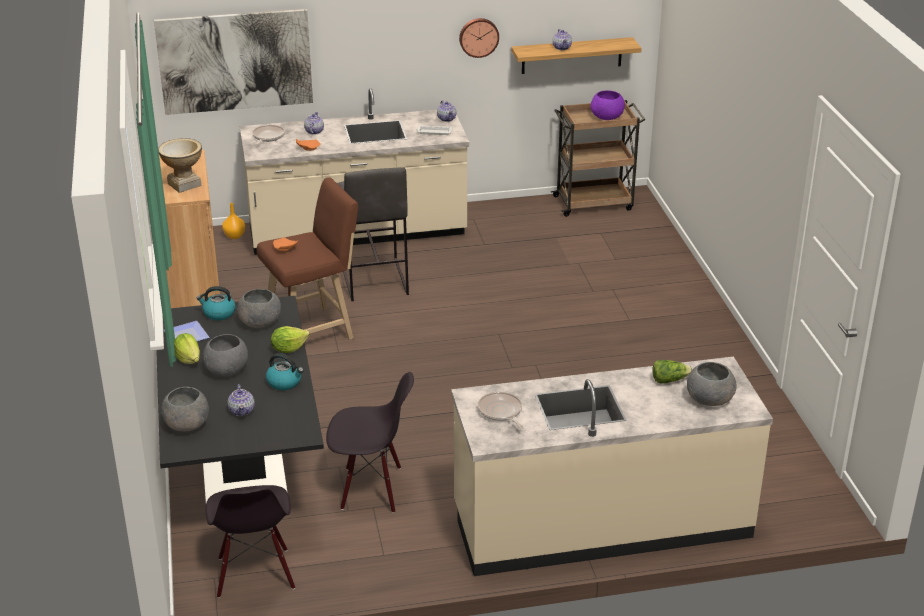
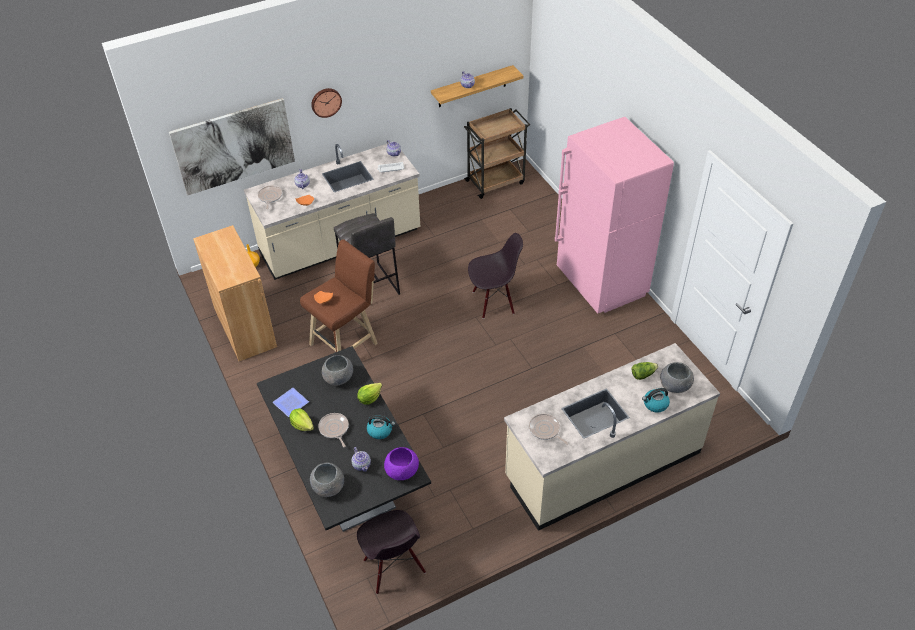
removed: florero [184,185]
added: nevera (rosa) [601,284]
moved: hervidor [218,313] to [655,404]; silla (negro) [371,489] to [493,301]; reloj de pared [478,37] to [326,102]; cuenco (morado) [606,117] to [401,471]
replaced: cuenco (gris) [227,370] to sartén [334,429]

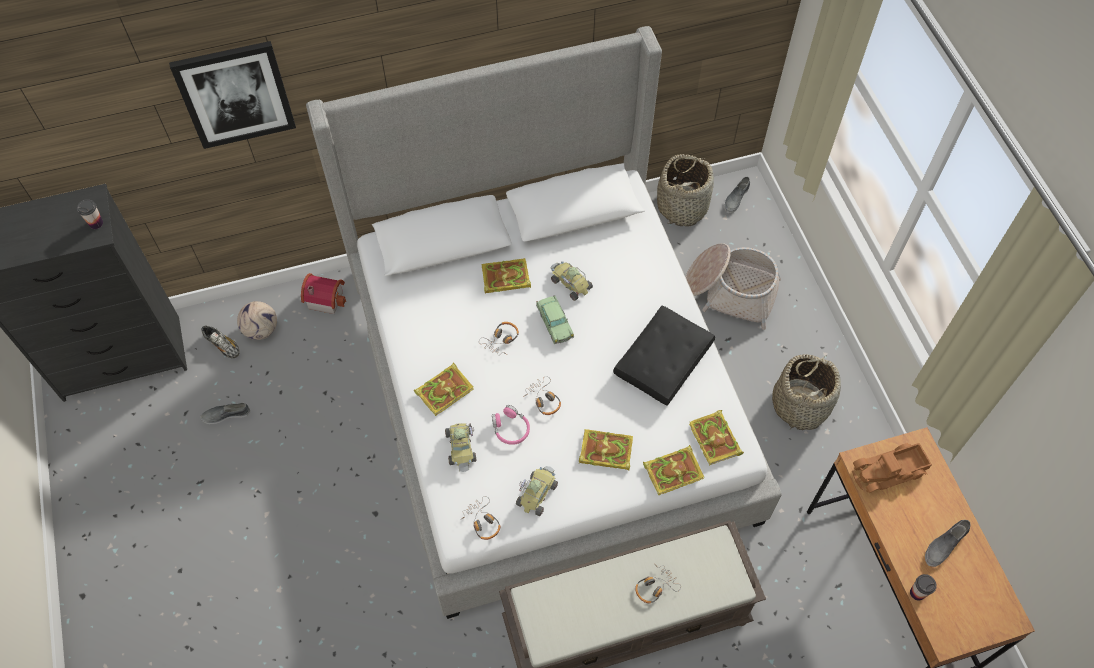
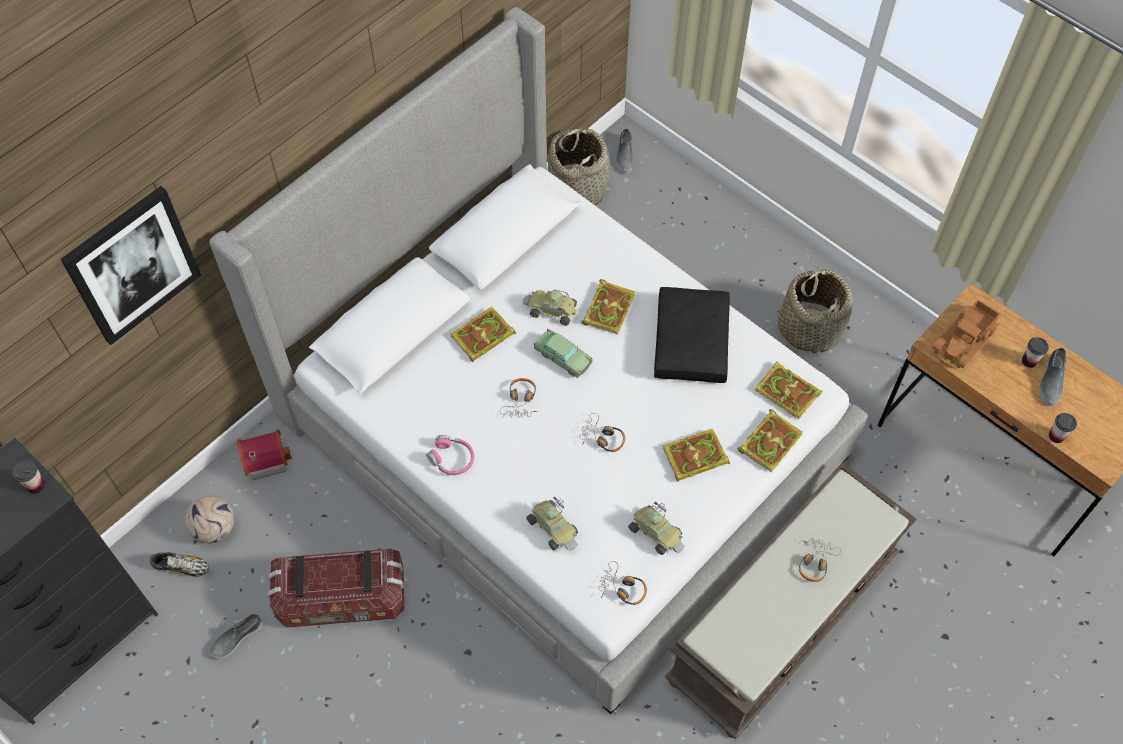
removed: cesta [730,291]
added: caja de almacenaje [342,599]; taza [1029,361]
moved: libro [445,389] to [608,308]; auriculares (rosa) [510,429] to [452,459]
turned: coche de juguete [536,493] = [656,532] 135 degrees clockwise

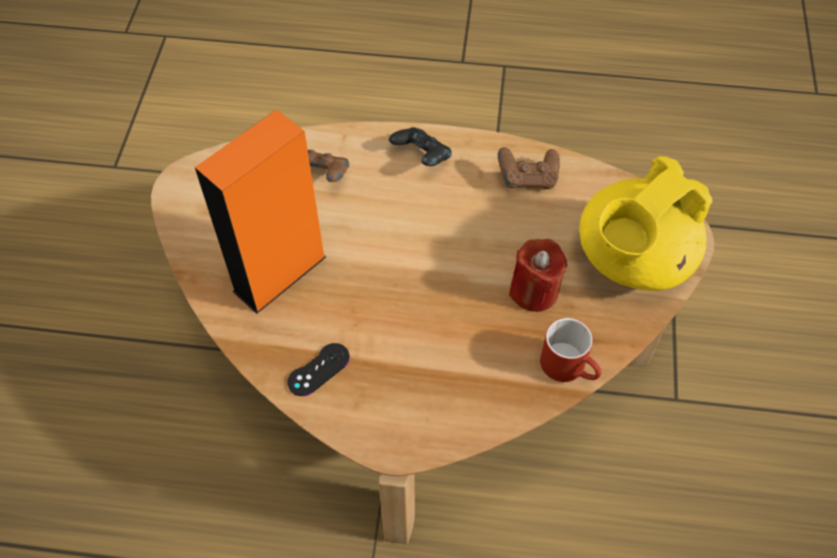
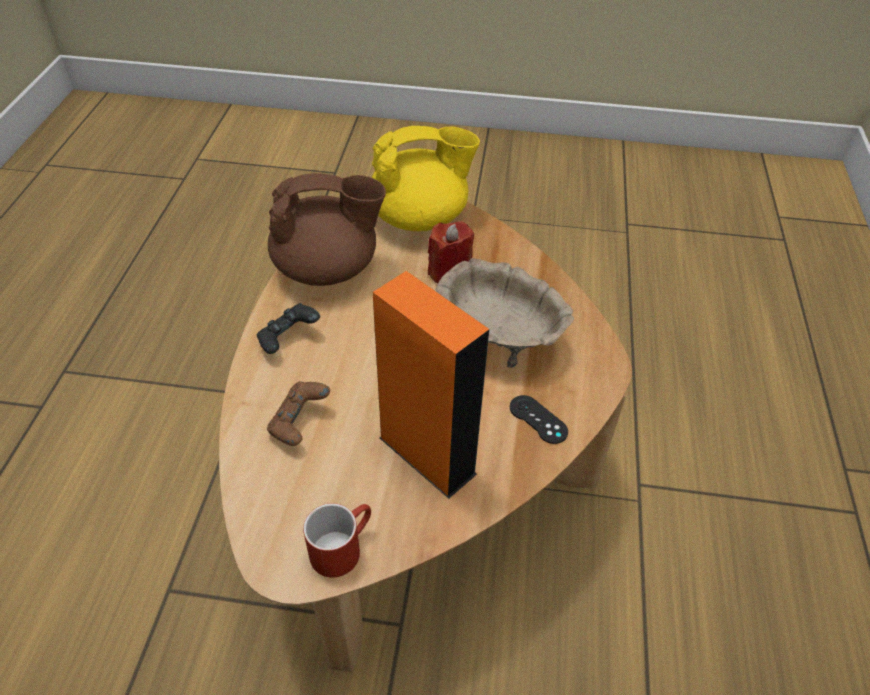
added: cuenco (beis) [500,335]
moved: taza grande (rojo) [570,367] to [342,546]
replaced: mando de consola (marrón) [527,179] to tetera (marrón) [328,269]
turned: tetera (amarillo) [632,259] = [420,218] 60 degrees counterclockwise

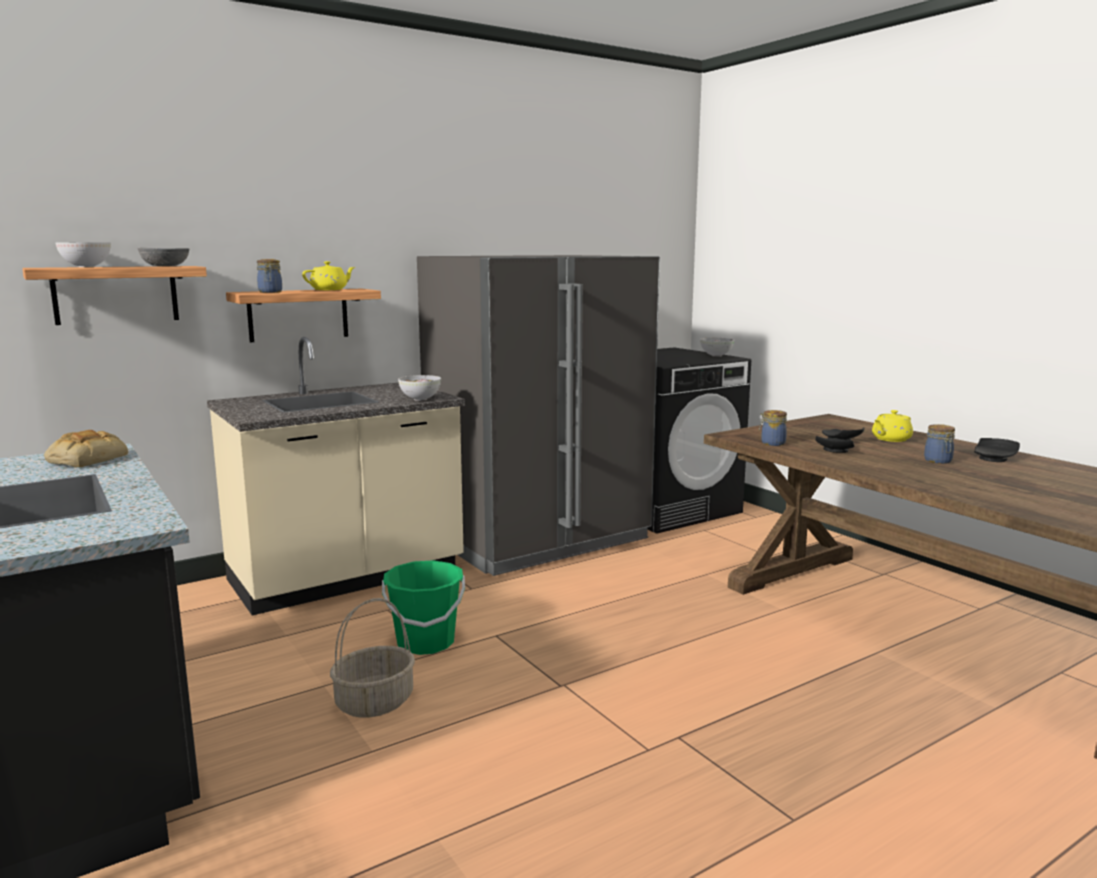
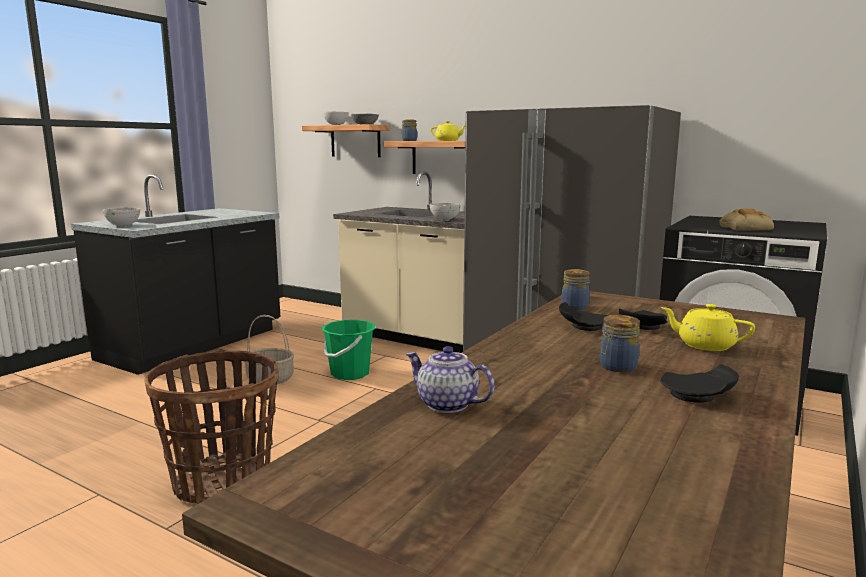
added: cesta [223,482]; tetera [446,404]
moved: pan [87,459] to [745,228]; cuenco [716,355] to [123,226]

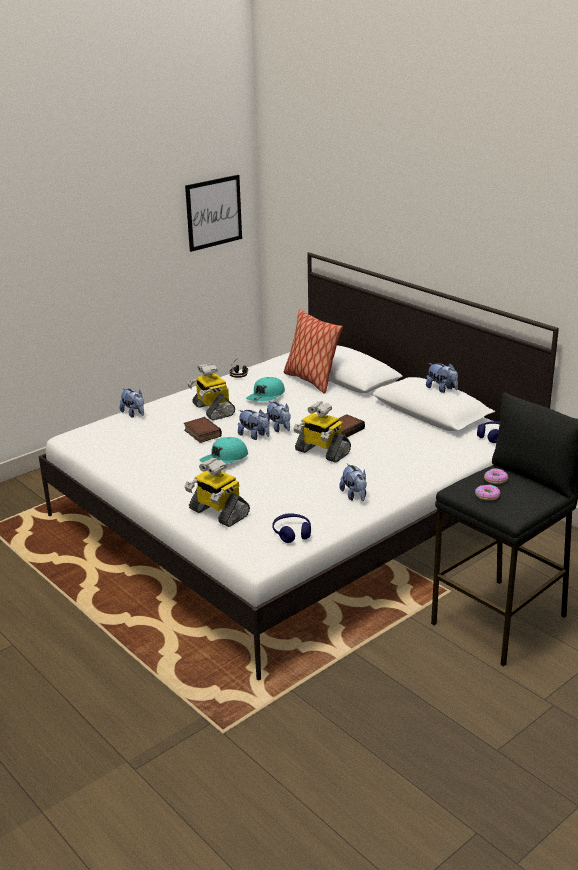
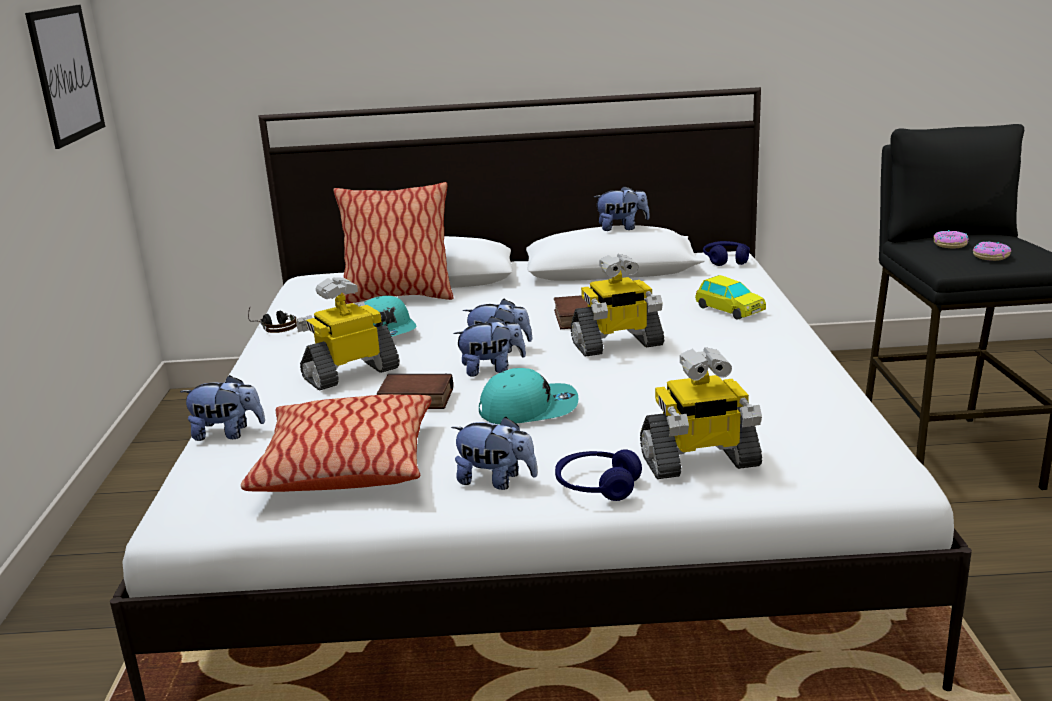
added: cojín [346,465]; coche de juguete [730,310]
moved: auriculares (azul) [292,533] to [597,486]; peluche [354,496] to [496,481]
turned: robot de juguete [212,410] = [350,373] 135 degrees clockwise; gorra (turquesa) [225,459] = [528,408] 90 degrees counterclockwise

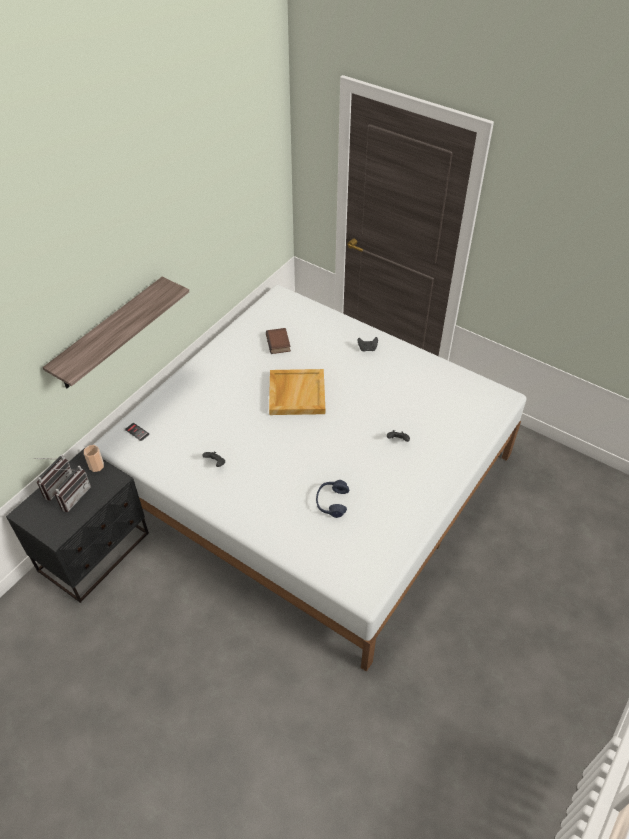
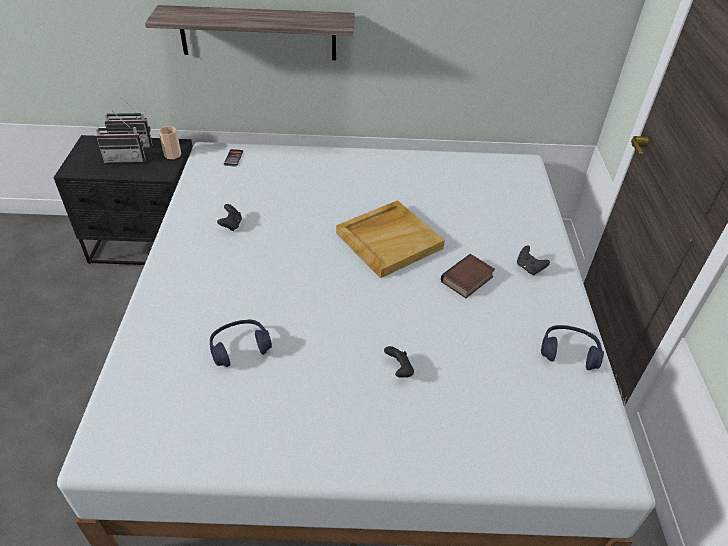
added: auriculares (azul) [569,352]
moved: libro [279,343] to [467,280]

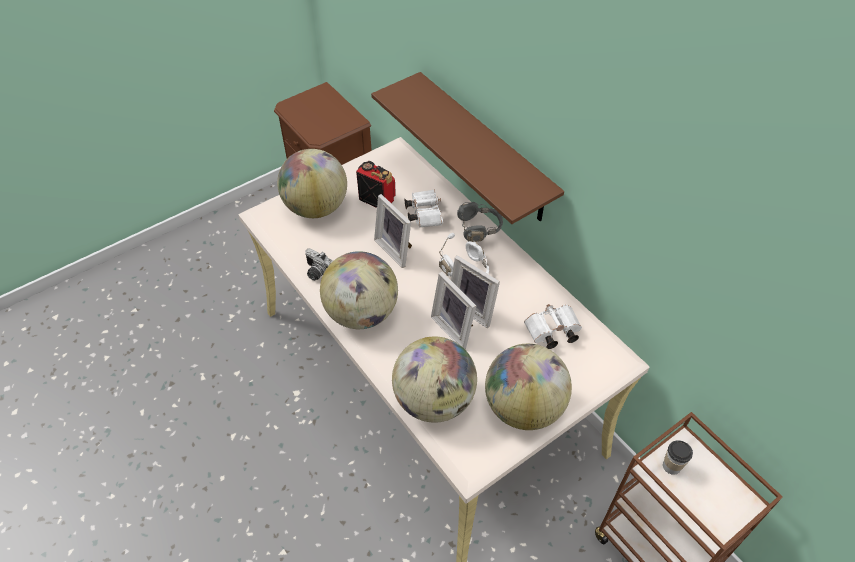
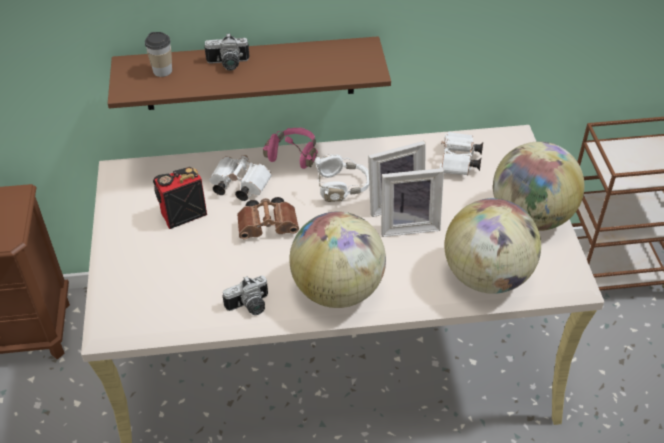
removed: globo terráqueo [316,207]
added: cámara [228,64]
moved: taza [671,466] to [162,71]
replaced: portarretratos [396,249] to prismáticos (marrón) [269,227]
recoloured: auriculares (gris) [479,228] to auriculares (rosa) [294,155]

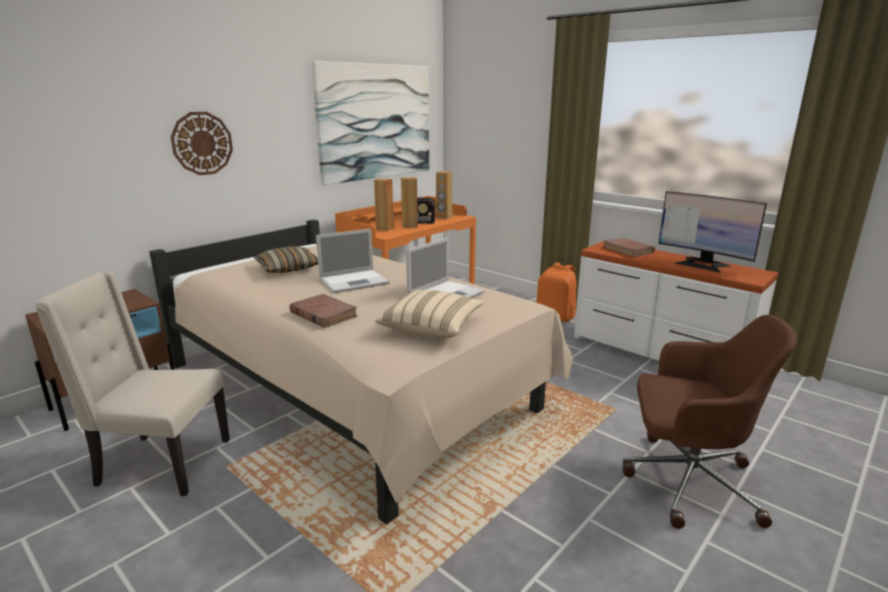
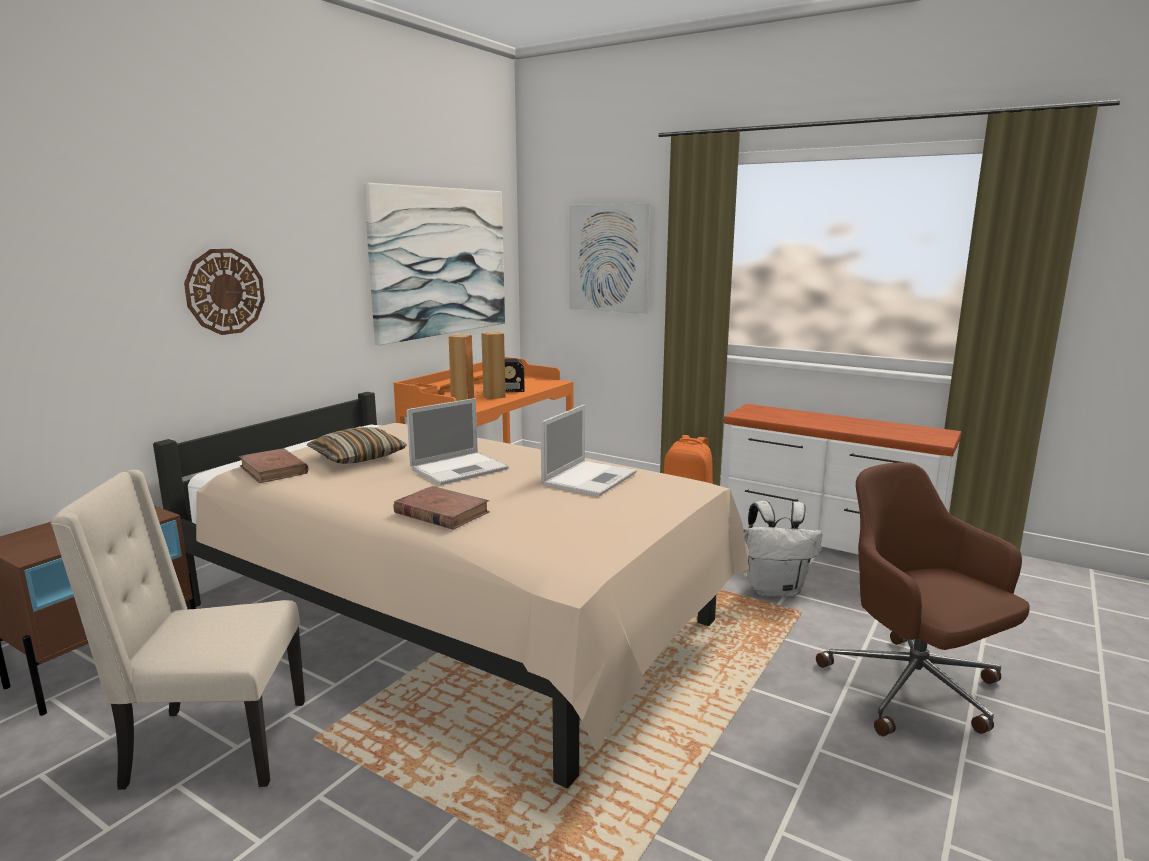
removed: cojín (beis) [431,327]; altavoz (marrón) [444,217]; monitor [702,264]
added: cuadro [608,258]; mochila (blanco) [775,589]
moved: libro (marrón) [628,250] to [273,470]
turned: silla de oficina (marrón) [687,481] = [915,690] 120 degrees counterclockwise

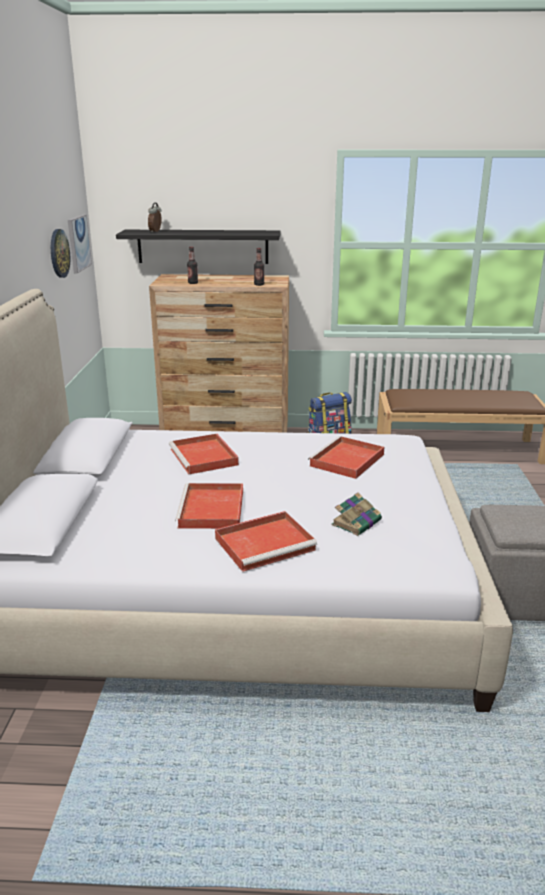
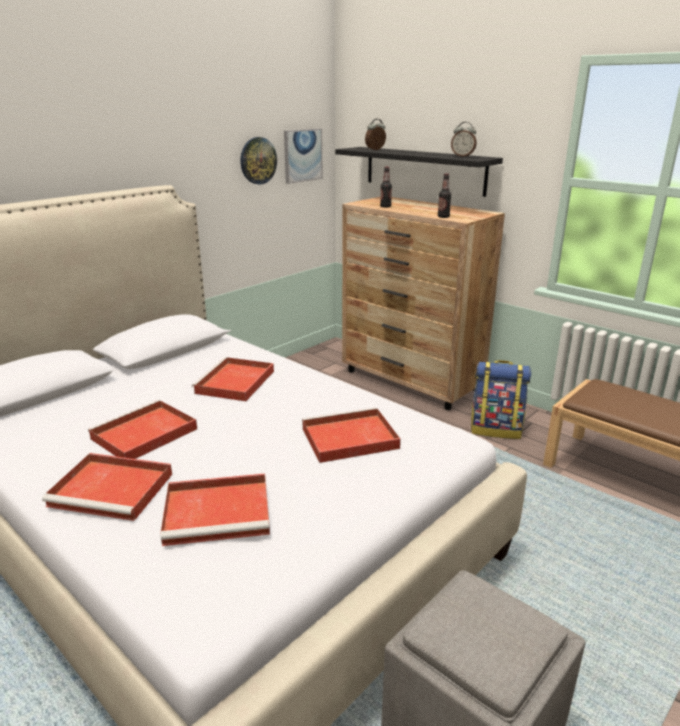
added: despertador [462,156]
replaced: libro [357,522] to bandeja (rojo) [220,512]

